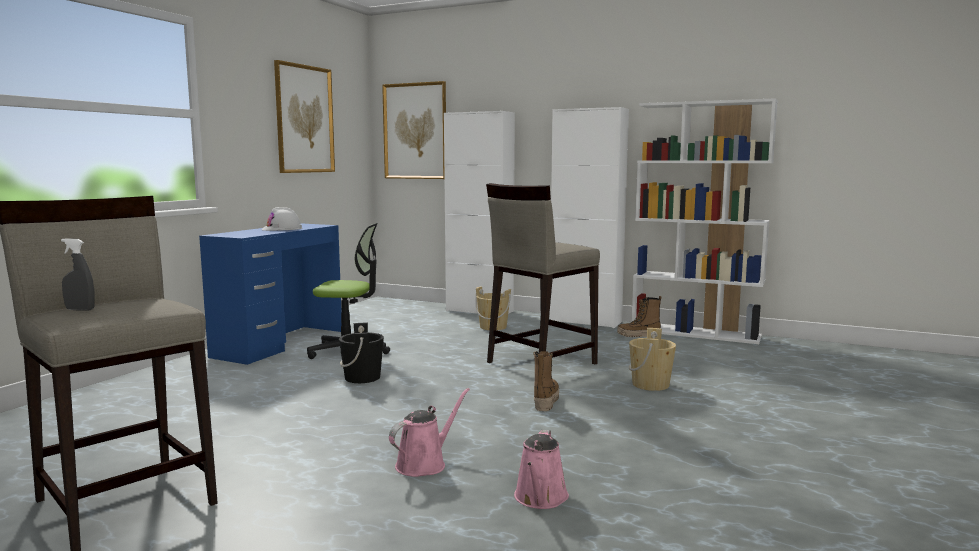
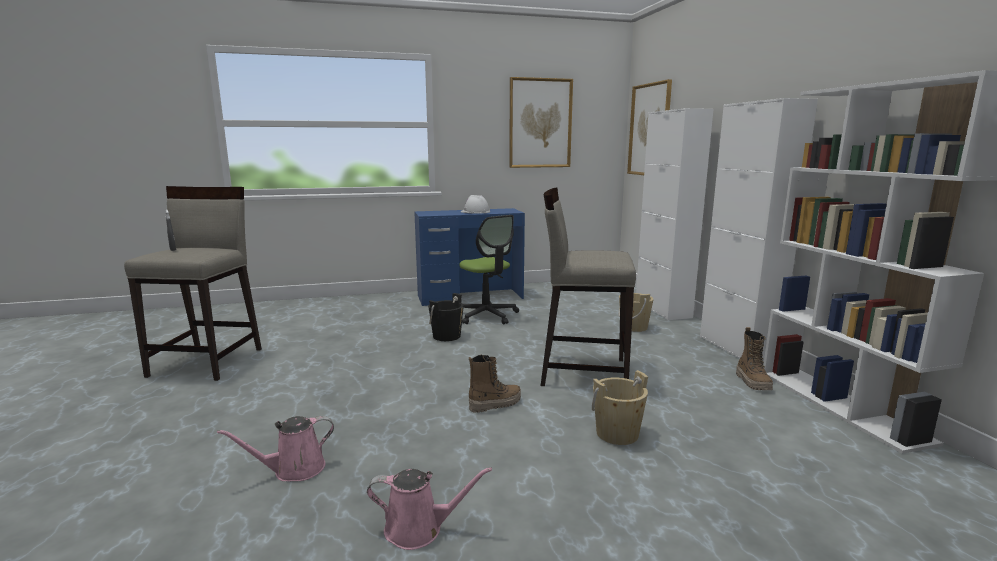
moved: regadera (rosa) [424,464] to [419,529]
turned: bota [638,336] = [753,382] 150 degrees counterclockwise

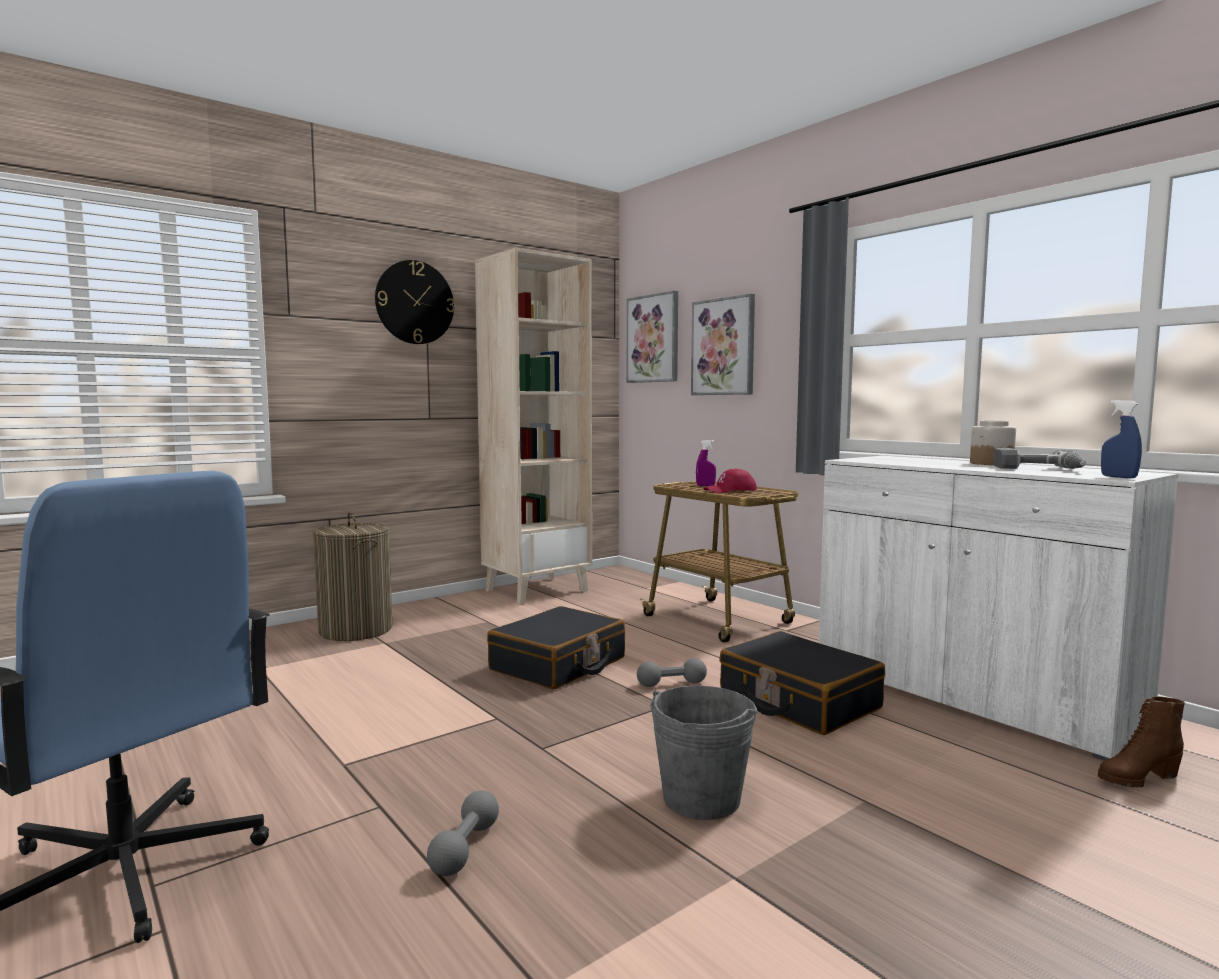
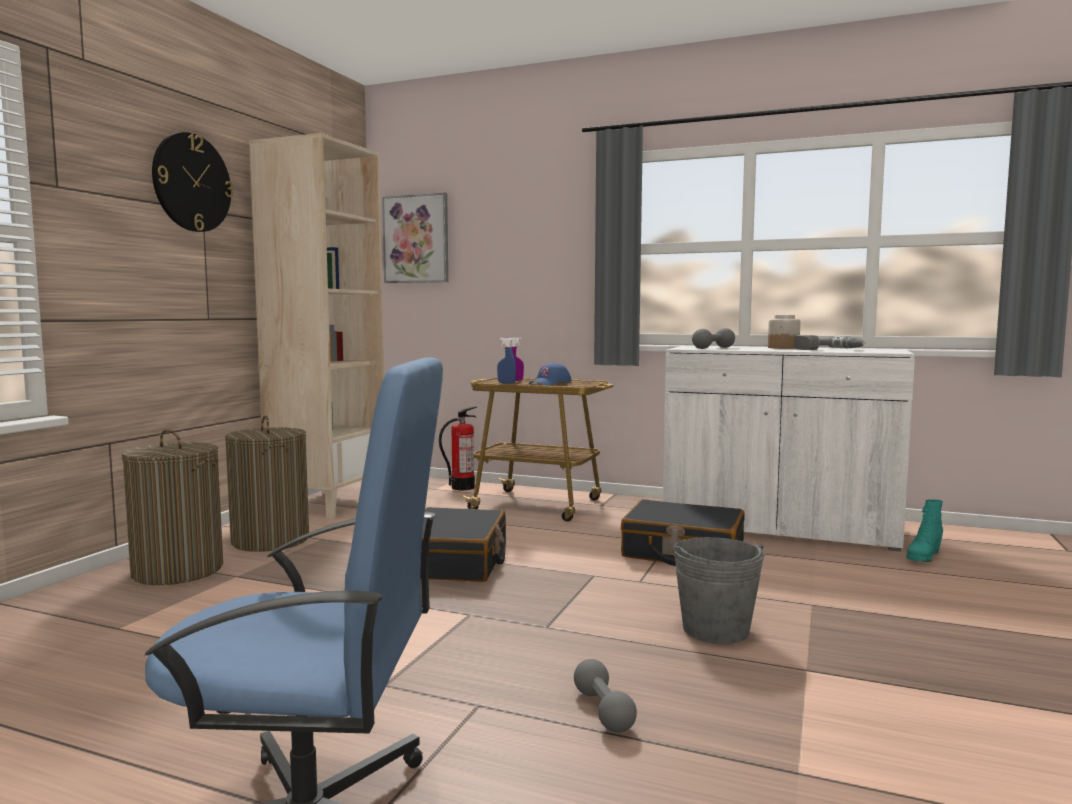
removed: cuadro [723,347]
added: cesto de la ropa [270,540]; extintor [462,487]
moved: mancuerna (gris) [671,684] to [713,348]; pulverizador (azul) [1119,477] to [506,383]
recoloured: gorra (rojo) [730,490] to gorra (azul) [550,383]; bota (marrón) [1137,778] to bota (turquesa) [923,557]

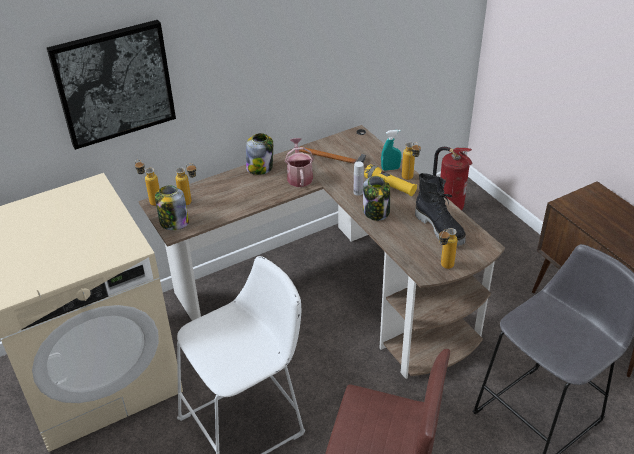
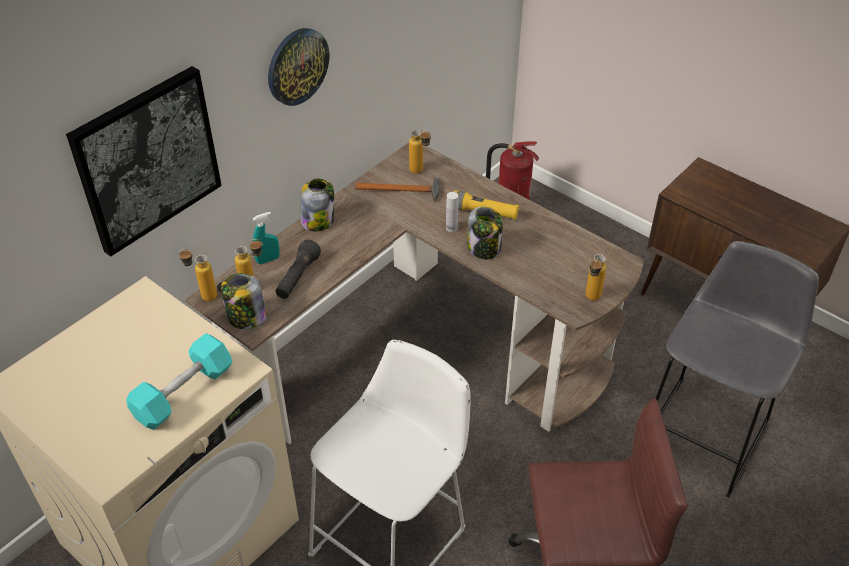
removed: regadera [299,176]; bota (negro) [440,228]
added: mancuerna (turquesa) [183,393]; reloj de pared [297,66]; linterna (negro) [298,277]
moved: pulverizador (turquesa) [390,169] to [268,260]; botella [410,179] to [420,172]

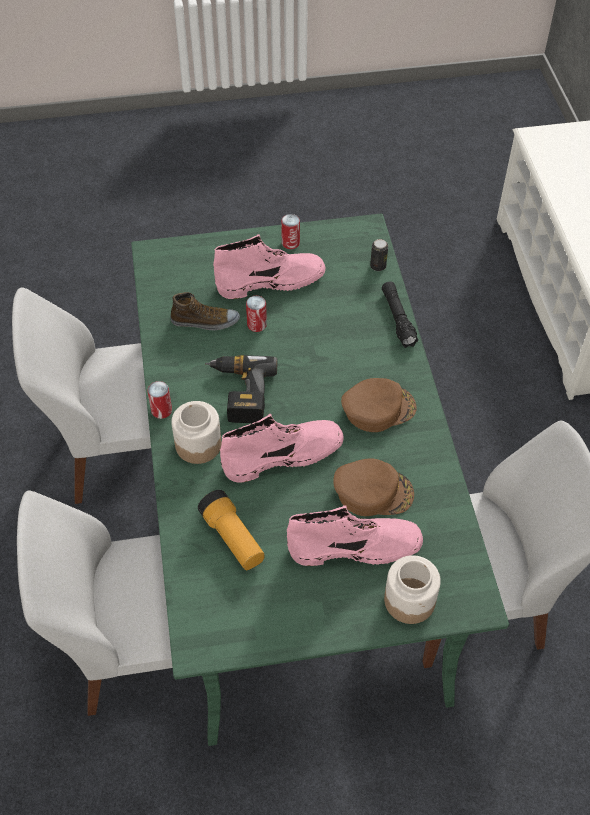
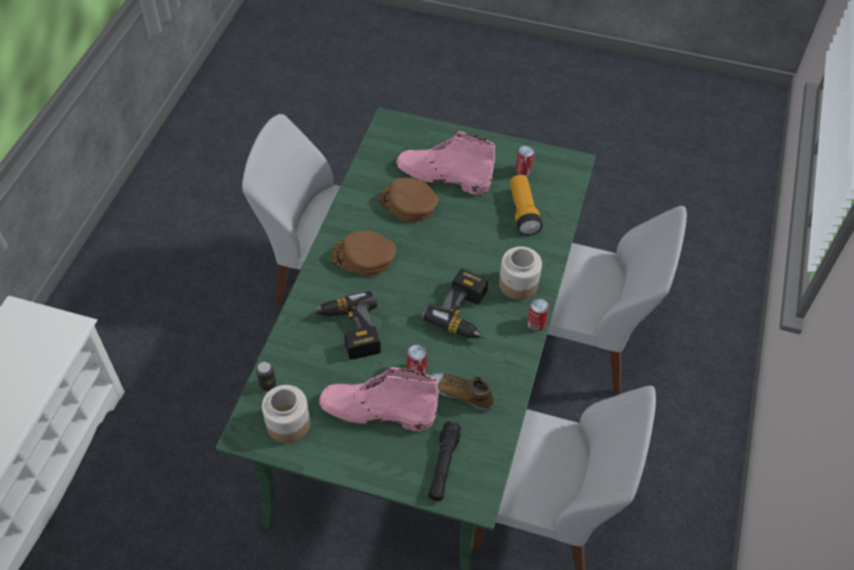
removed: bota (rosa) [284,455]
added: taladro [349,331]
moved: lata [290,243] to [523,171]; linterna (negro) [398,319] to [443,465]; tarro [410,600] to [287,424]

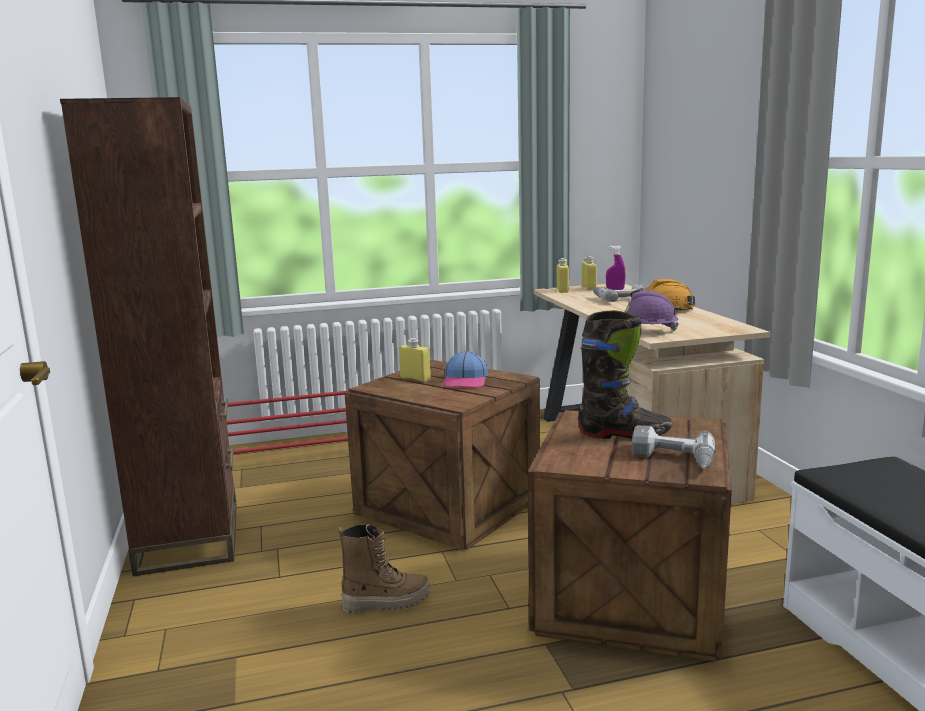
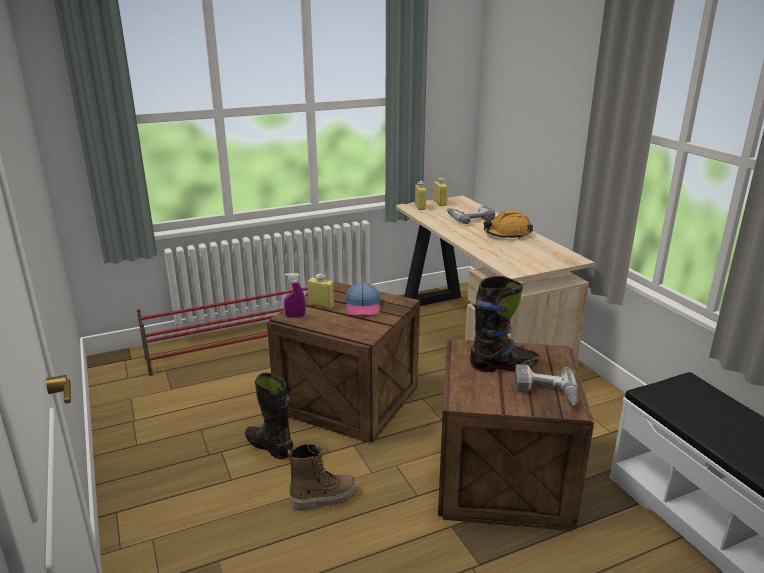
removed: estantería (marrón) [189,537]; casco (morado) [646,332]
added: bota (negro) [269,446]
moved: pulverizador (morado) [615,289] to [295,316]

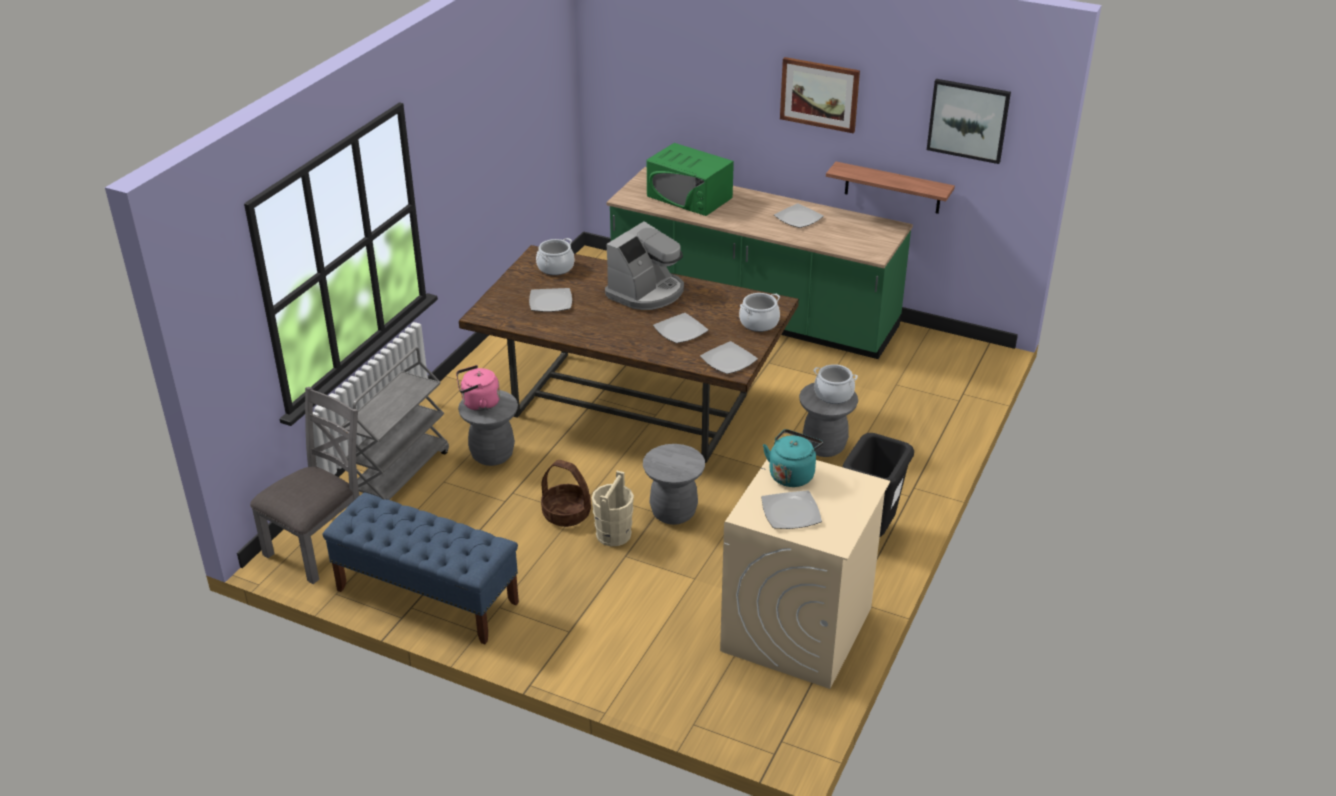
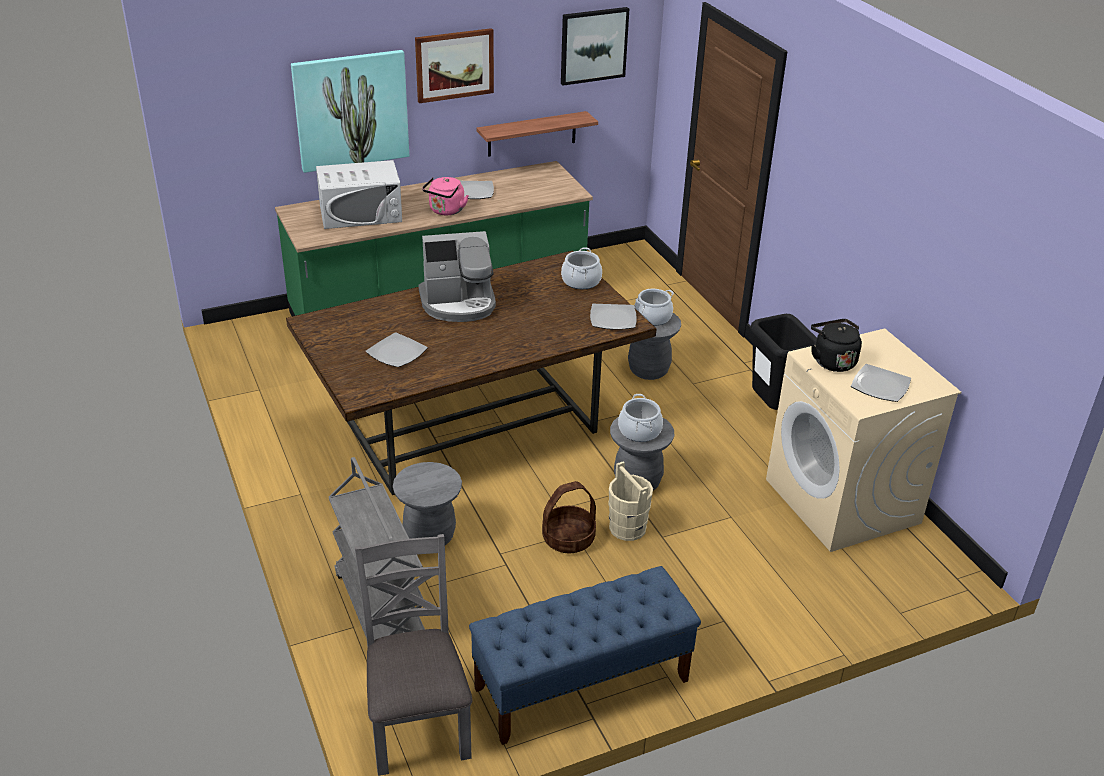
removed: plato [680,330]
added: cuadro [351,110]
moved: hervidor (rosa) [478,403] to [446,211]; olla [555,267] to [640,431]
recoloured: microondas (verde) [689,197] to microondas (blanco) [361,213]; hervidor (turquesa) [792,474] to hervidor (negro) [832,361]
turned: cafetera [646,292] = [459,303] 90 degrees clockwise

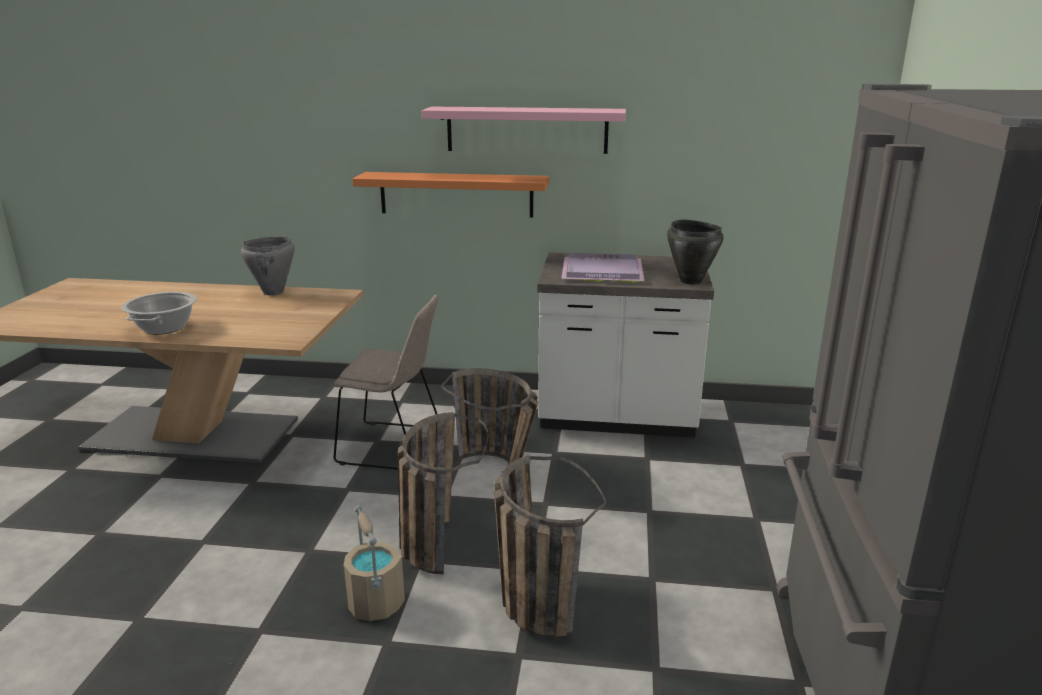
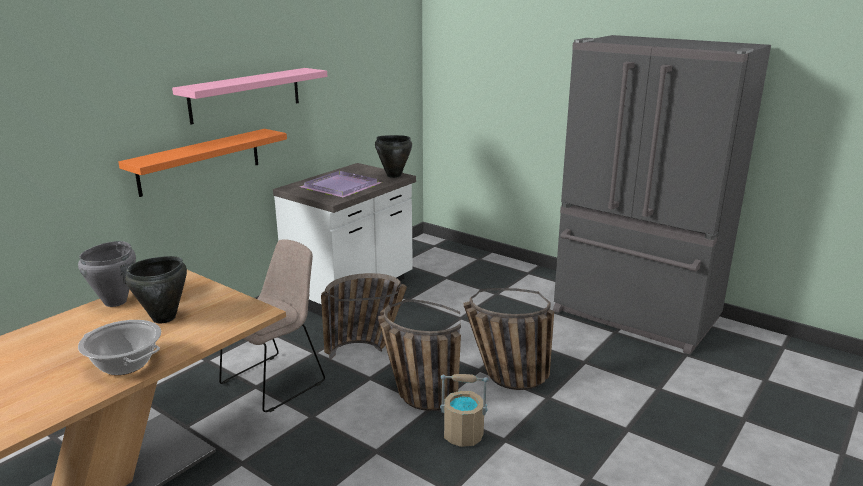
added: olla (negro) [164,318]

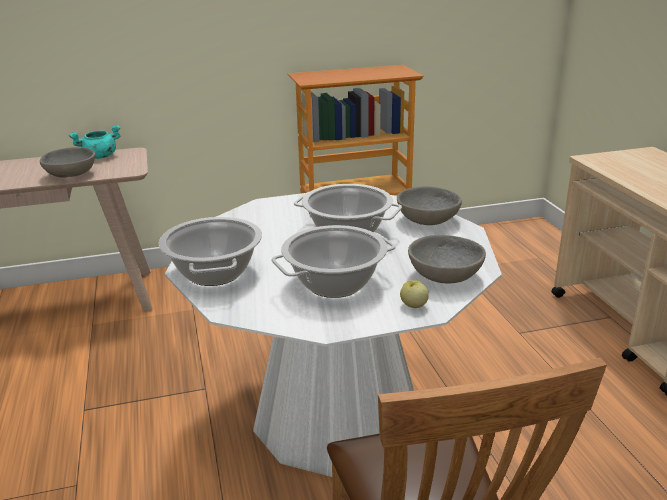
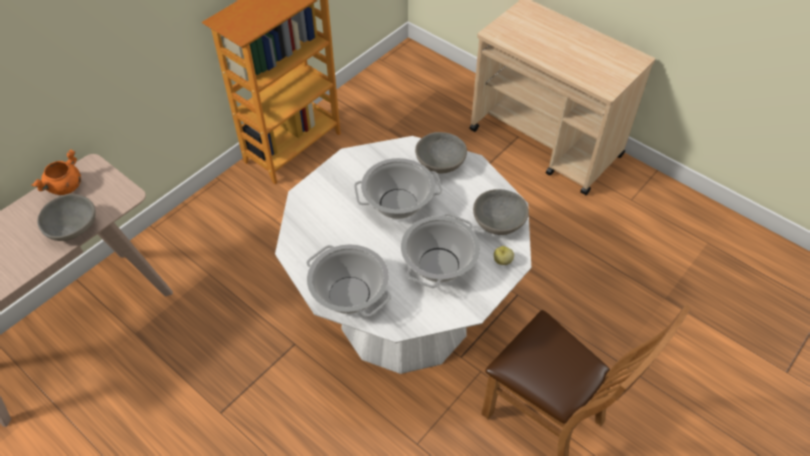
recoloured: olla (turquesa) [99,156] to olla (naranja) [65,187]

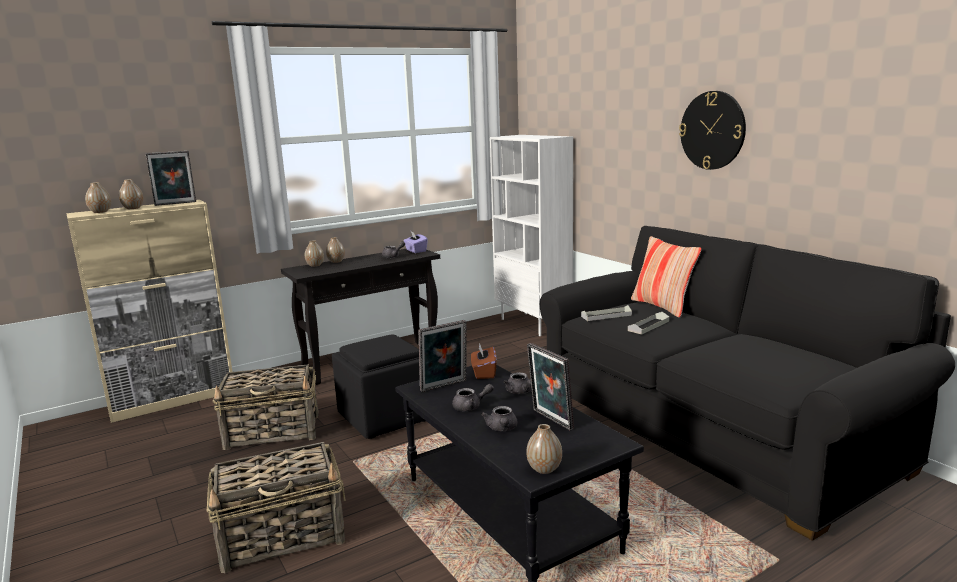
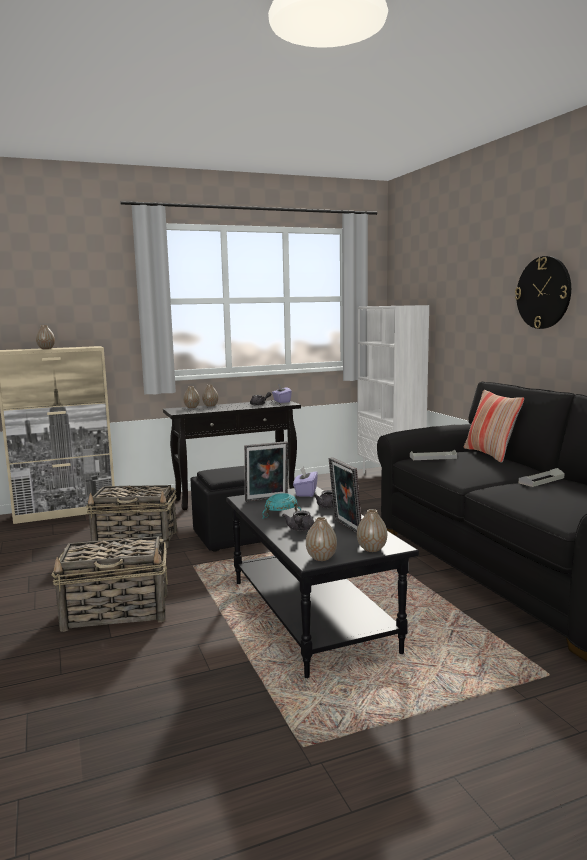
removed: portarretratos [175,204]
moved: florero [100,212] to [371,549]; bandeja (gris) [648,326] to [541,480]
replaced: tetera (gris) [471,407] to cuenco (turquesa) [282,514]
recoloured: caja de pañuelos (marrón) [484,373] to caja de pañuelos (morado) [305,493]

